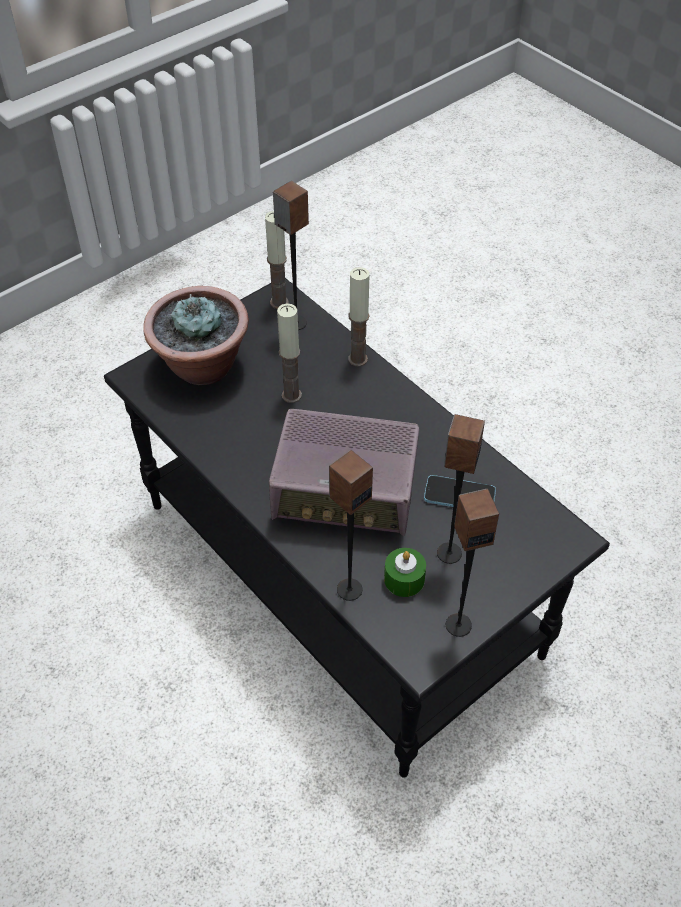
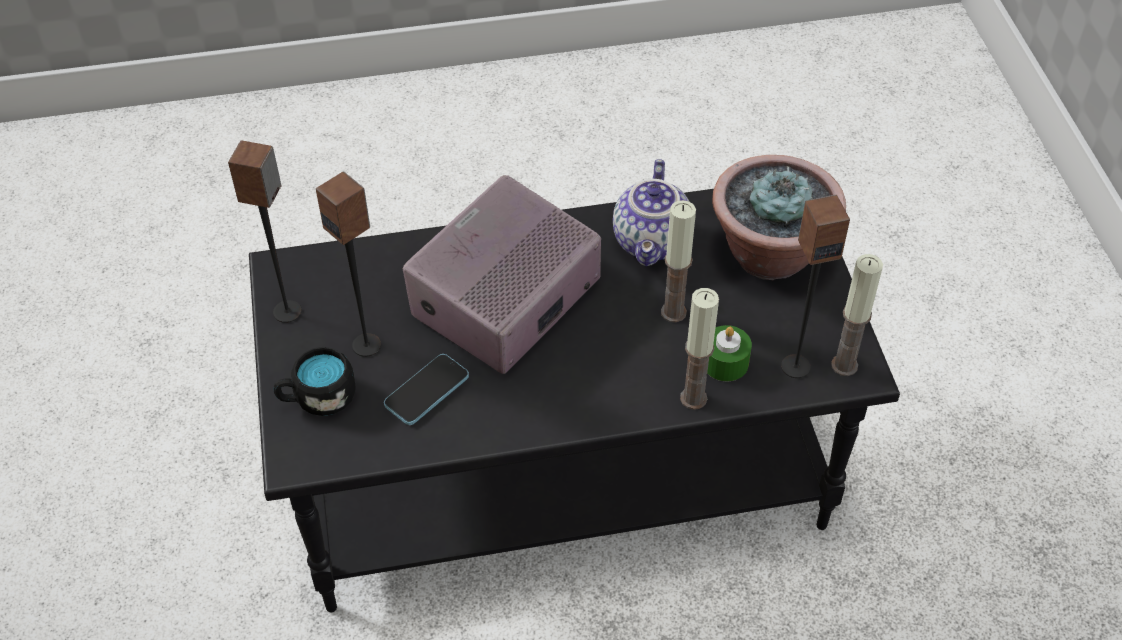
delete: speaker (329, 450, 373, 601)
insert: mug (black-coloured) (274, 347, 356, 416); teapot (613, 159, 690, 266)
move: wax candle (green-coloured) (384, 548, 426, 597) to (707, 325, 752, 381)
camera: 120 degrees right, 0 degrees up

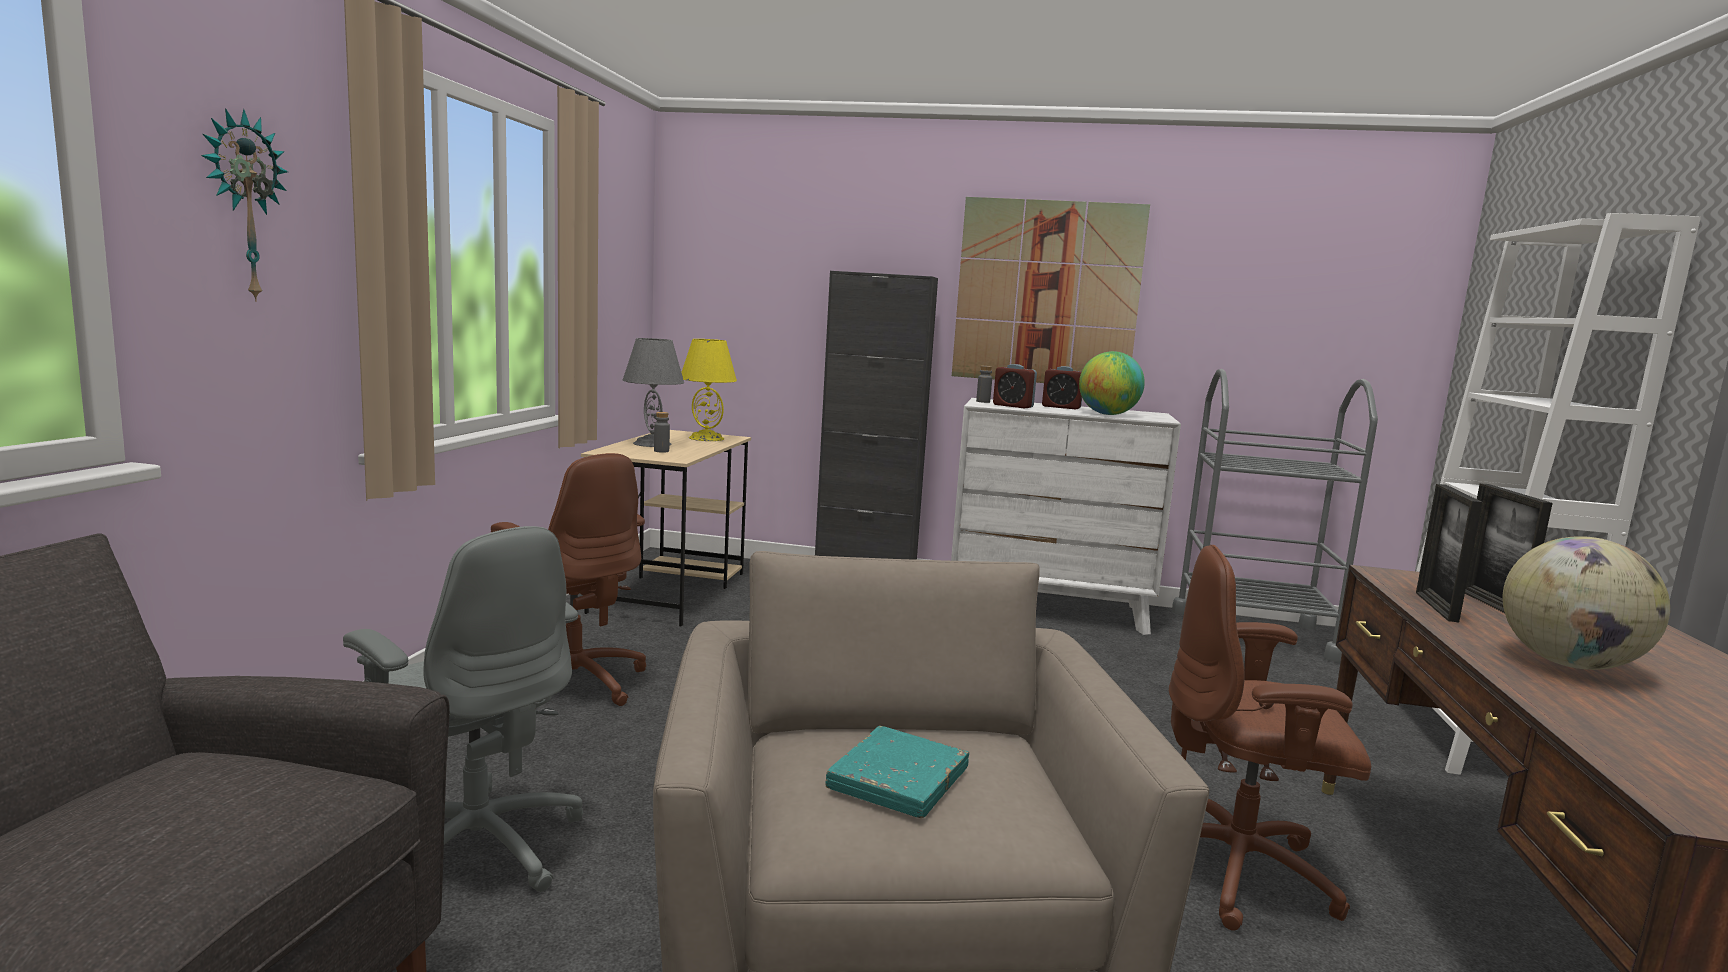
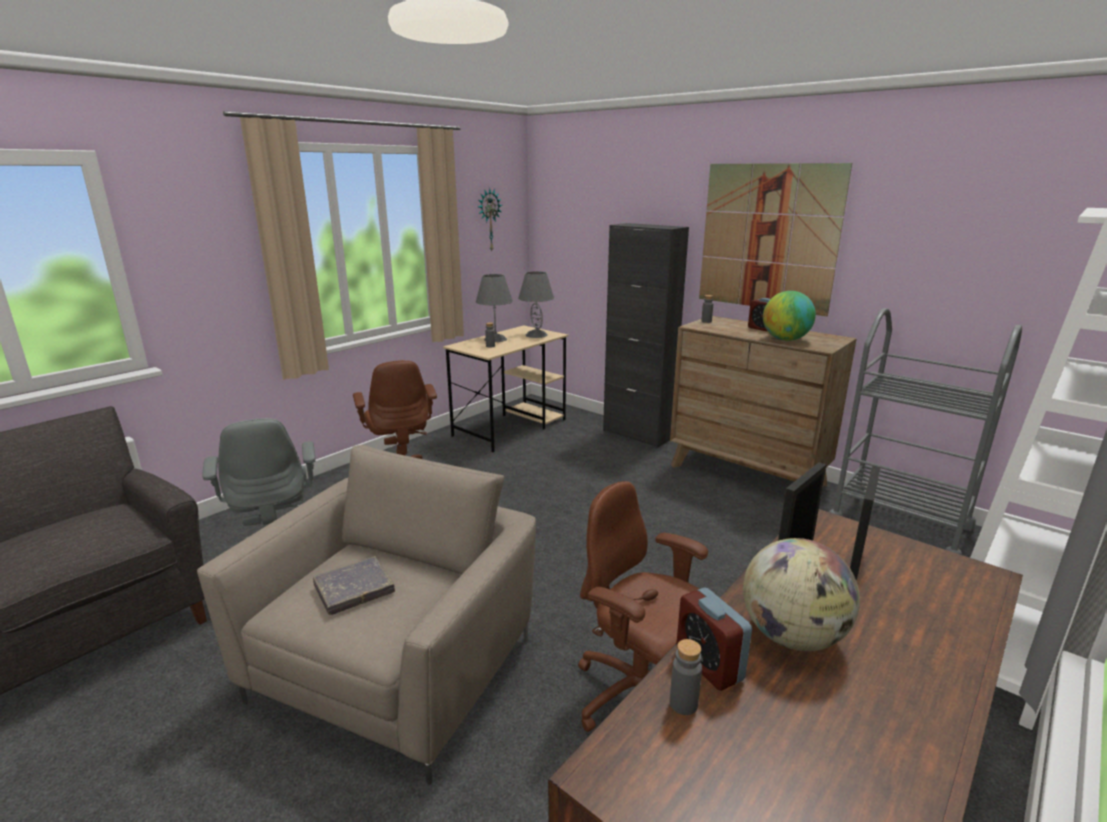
insert: beverage bottle (grey) (670, 639, 702, 715)
move: hanging clock (201, 108, 288, 302) to (478, 188, 502, 251); table clock (993, 364, 1037, 409) to (676, 587, 752, 691)
recolor: table lamp (yellow) (681, 339, 737, 441) to table lamp (grey) (518, 271, 554, 338); book (turquoise-coloured) (826, 726, 969, 818) to book (grey) (313, 556, 395, 615); dresser (white) (951, 398, 1181, 635) to dresser (brownish) (670, 316, 857, 486)
camera: 30 degrees right, 10 degrees up

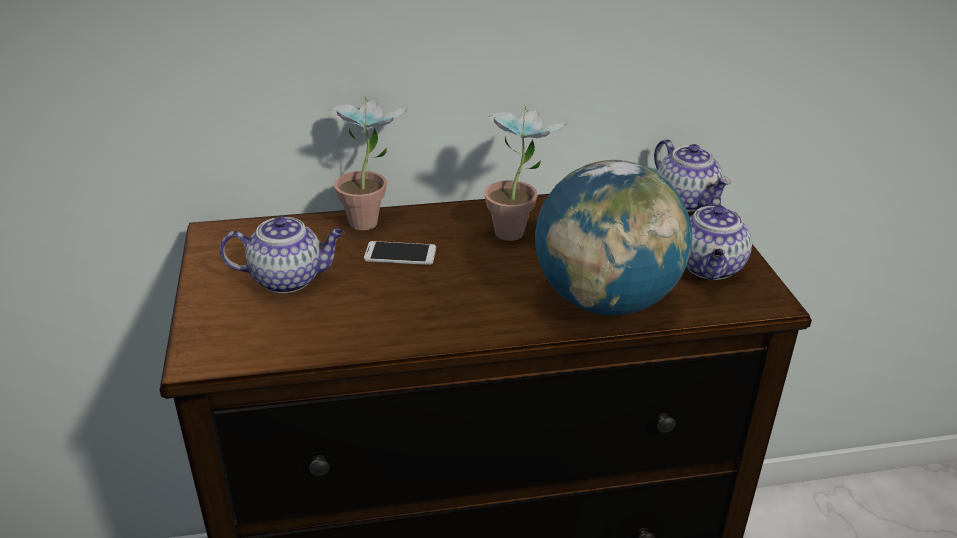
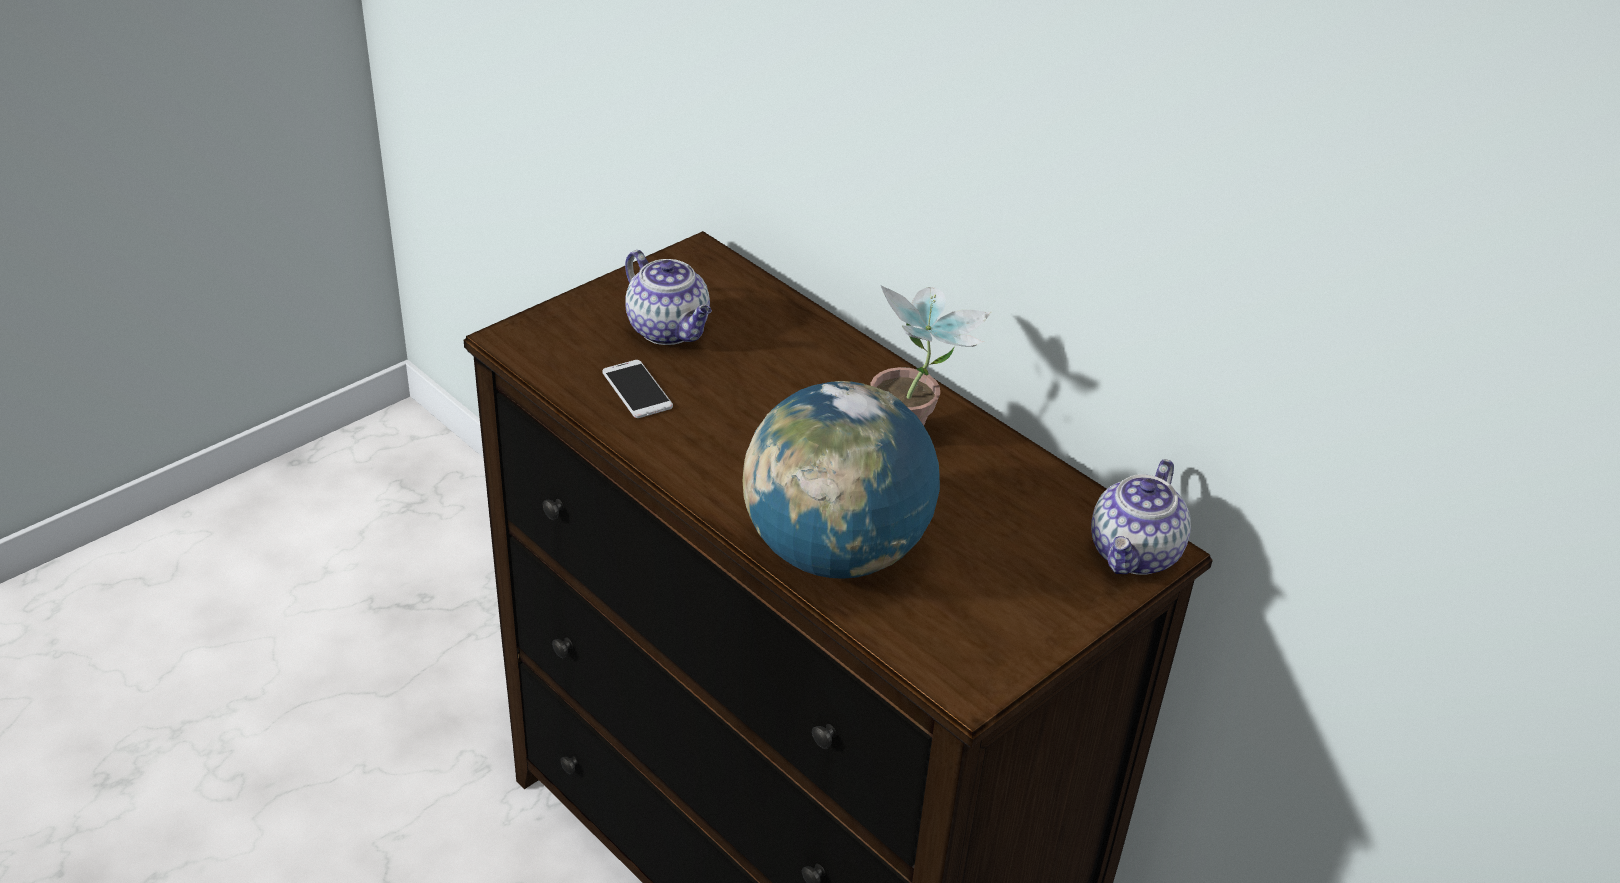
delete: potted plant (328, 96, 407, 230); teapot (686, 195, 752, 280)
move: phone (364, 241, 436, 265) to (603, 360, 673, 418)
camera: 55 degrees right, 5 degrees up

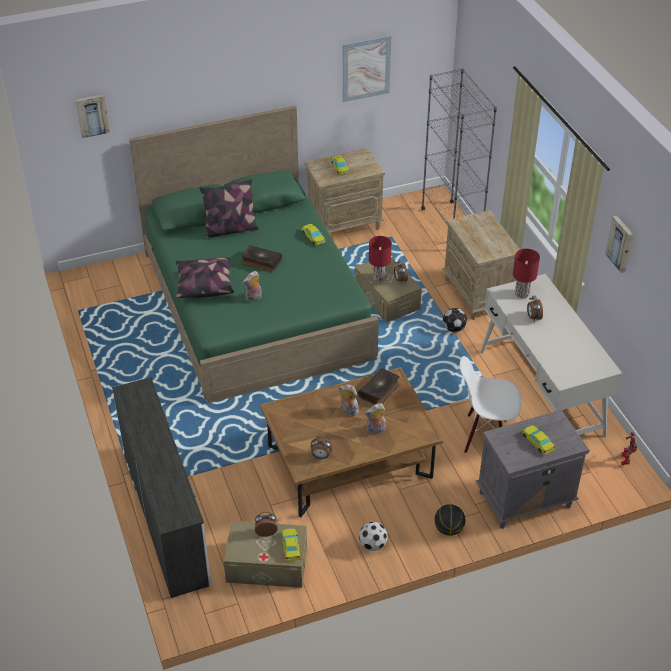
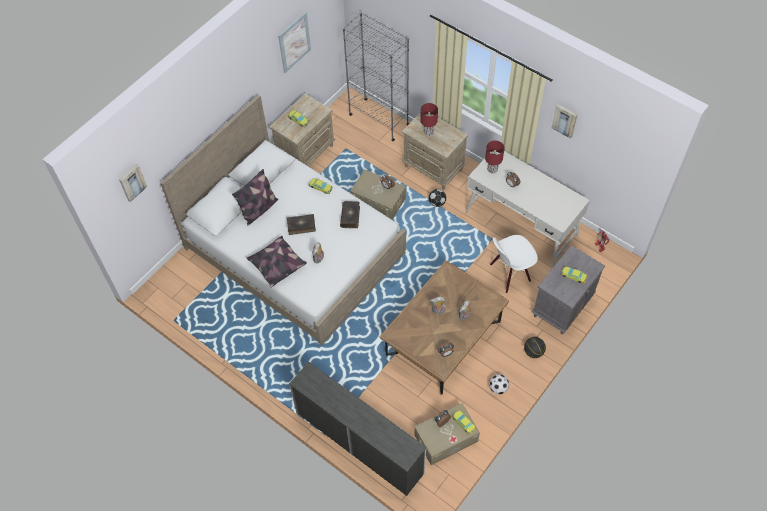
move: book (358, 368, 400, 405) to (340, 201, 360, 228); table lamp (reddish) (369, 236, 392, 282) to (420, 103, 438, 136)
recolor: sleeping bed (green-coloured) (129, 106, 379, 403) to sleeping bed (white) (161, 95, 406, 345)
camera: 30 degrees left, 15 degrees up

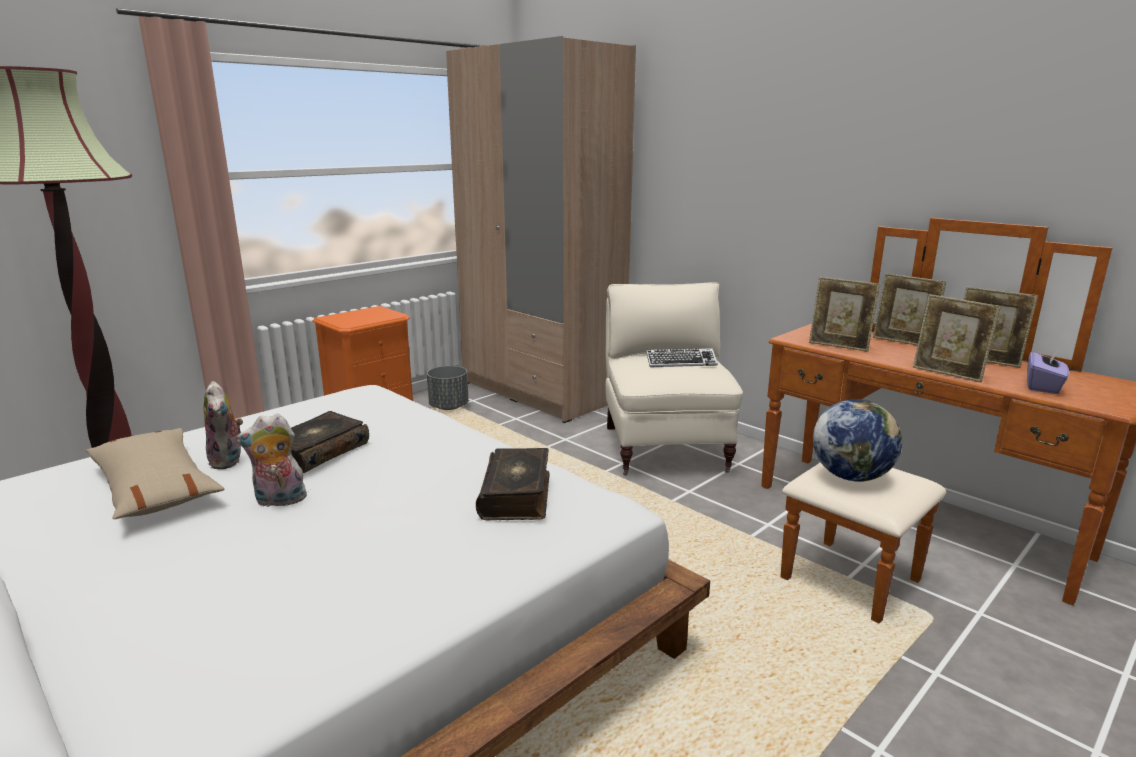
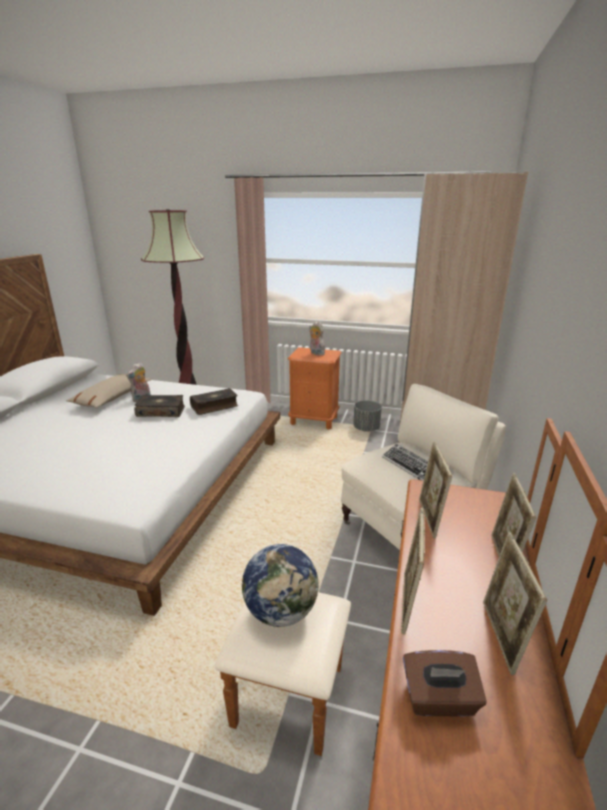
move: cuddly toy (236, 413, 307, 507) to (309, 321, 325, 356); book (476, 448, 550, 520) to (190, 388, 238, 415)
recolor: tissue box (purple-coloured) (1027, 349, 1069, 394) to tissue box (brownish) (403, 650, 487, 717)
camera: 60 degrees right, 5 degrees up

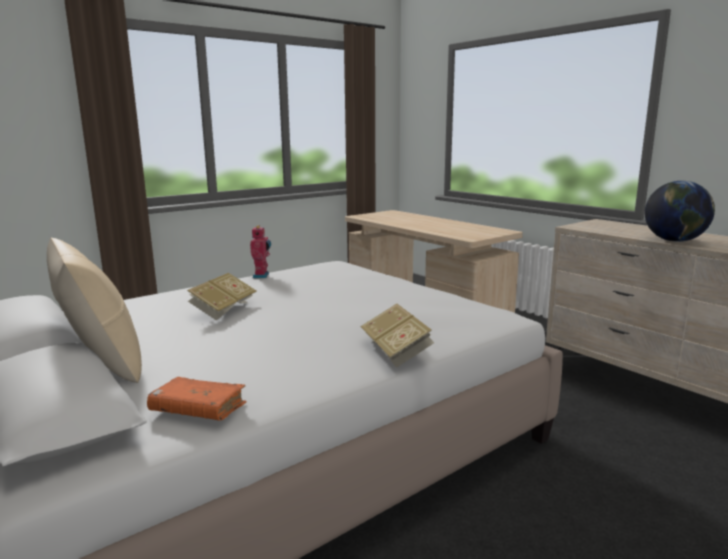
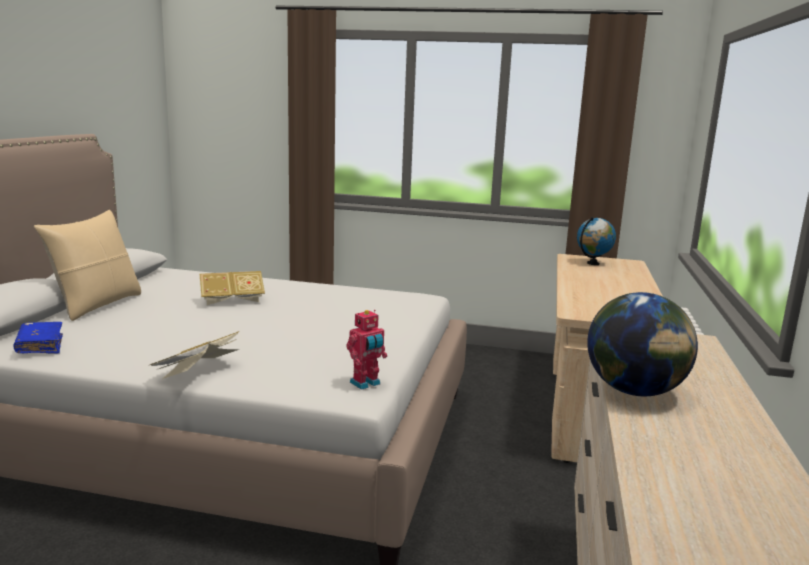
insert: desk globe (577, 217, 616, 265)
move: toy robot (250, 225, 271, 278) to (346, 310, 387, 390)
recolor: book (orangey) (147, 377, 247, 420) to book (bluish) (13, 322, 63, 353)
camera: 50 degrees right, 0 degrees up

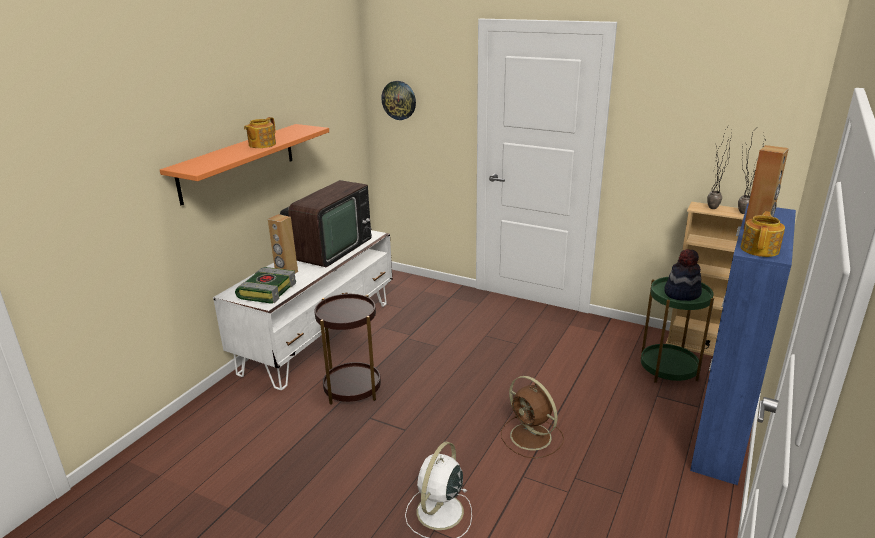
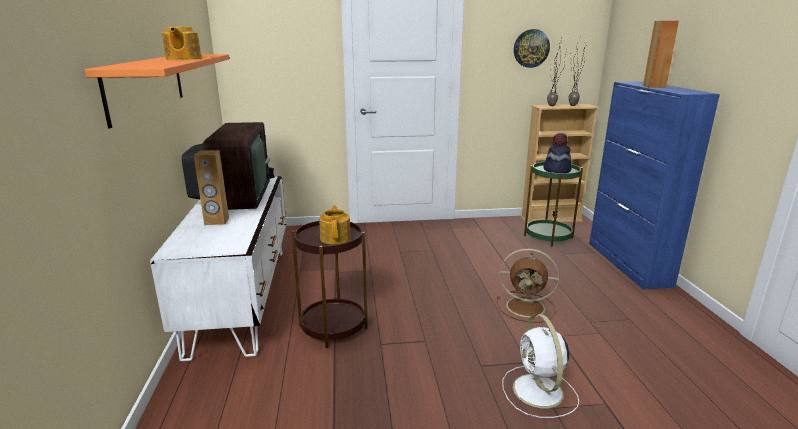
delete: book (235, 267, 296, 304)
move: hanging clock (381, 81, 416, 120) to (514, 29, 550, 68); teapot (740, 211, 785, 257) to (319, 205, 351, 245)
camera: 35 degrees left, 5 degrees down

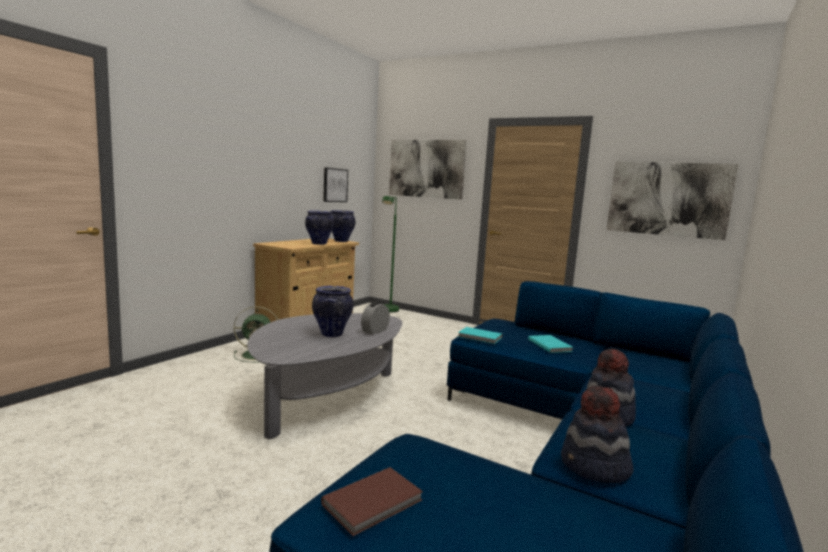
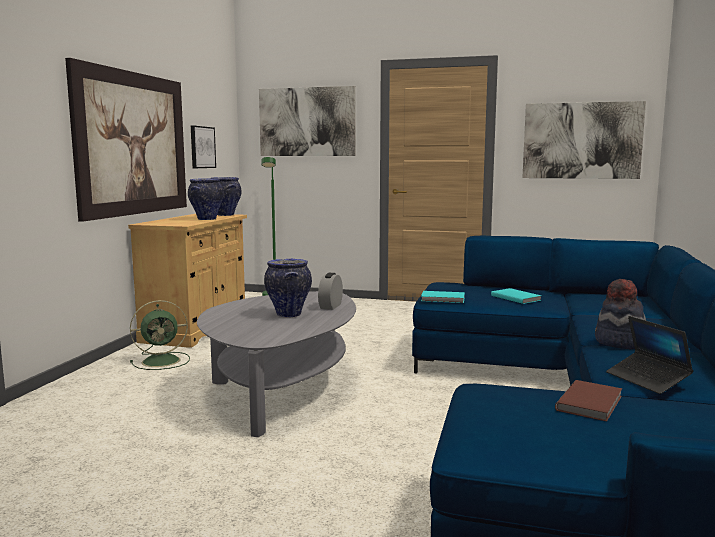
insert: picture (65, 58, 187, 222)
move: book (brownish) (321, 467, 423, 536) to (555, 380, 622, 421)
replace: hat (561, 386, 633, 483) to notebook computer (606, 316, 693, 394)
camera: 15 degrees left, 0 degrees up

